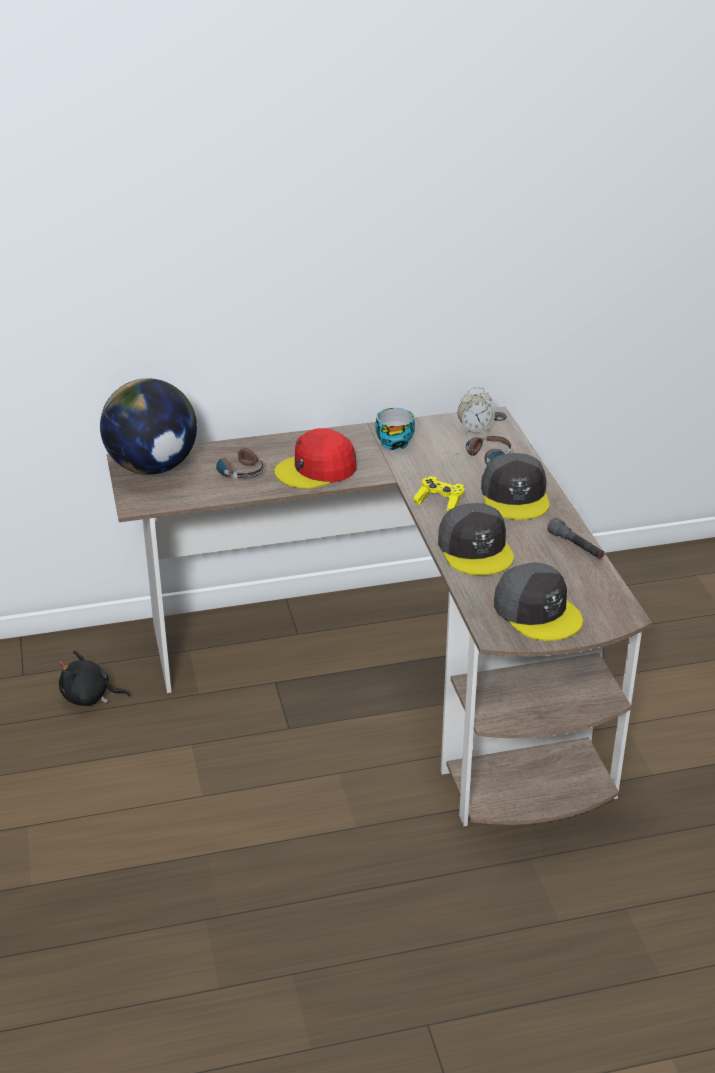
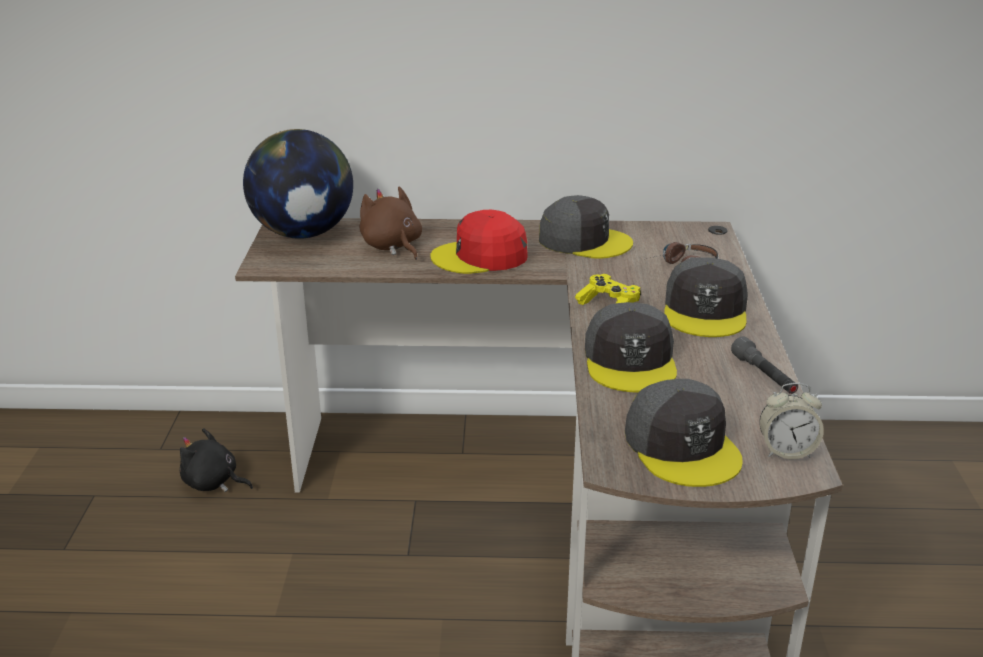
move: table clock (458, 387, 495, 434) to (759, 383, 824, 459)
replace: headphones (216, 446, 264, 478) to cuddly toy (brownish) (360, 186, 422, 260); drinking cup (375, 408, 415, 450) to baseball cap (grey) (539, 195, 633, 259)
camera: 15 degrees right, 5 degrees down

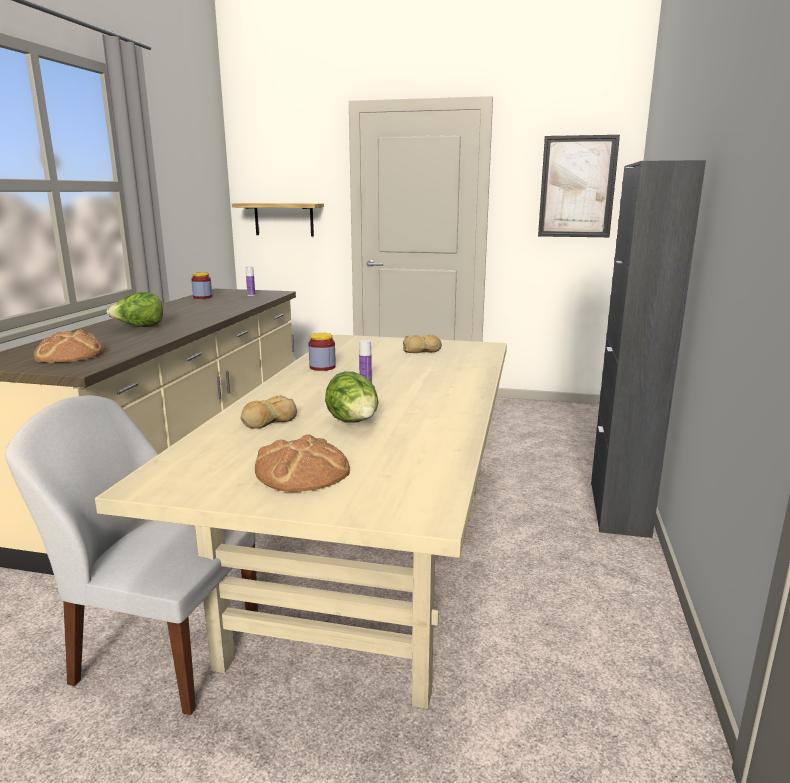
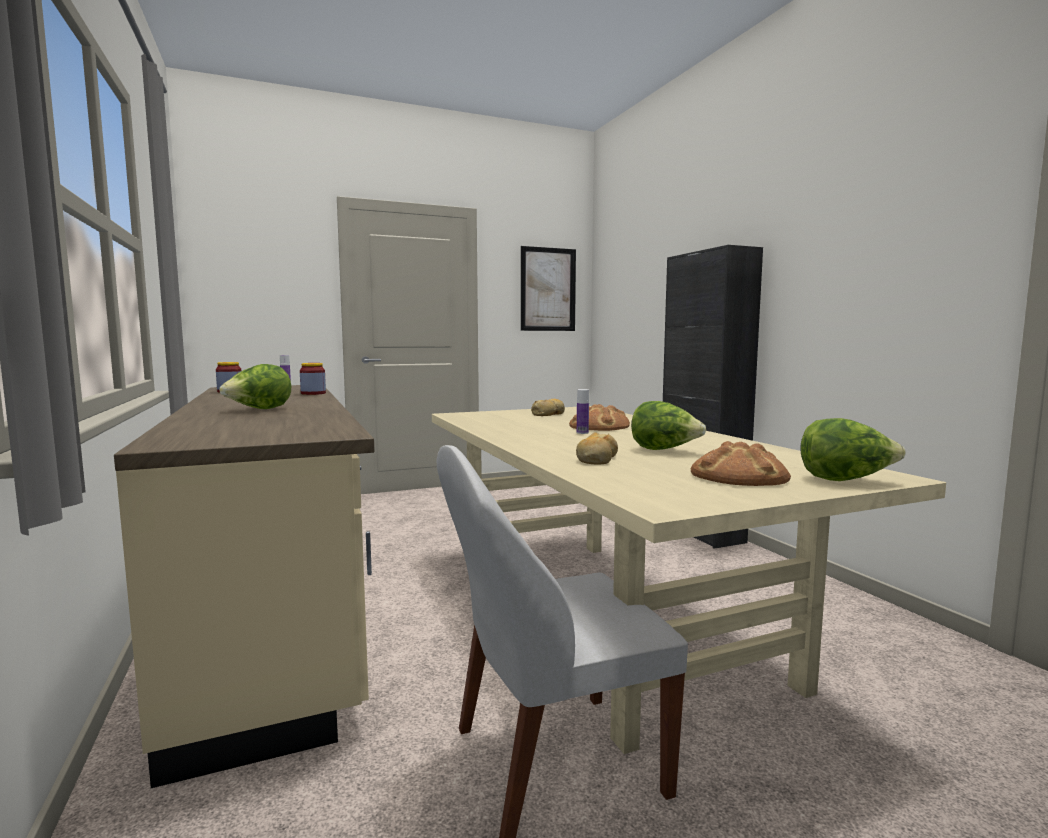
delete: bracket shelf (232, 203, 324, 236)
insert: lettuce head (801, 418, 906, 481)
move: bakery bread (34, 330, 105, 363) to (569, 404, 630, 431); storage jar (308, 333, 336, 371) to (300, 363, 326, 395)
camera: 35 degrees left, 10 degrees down

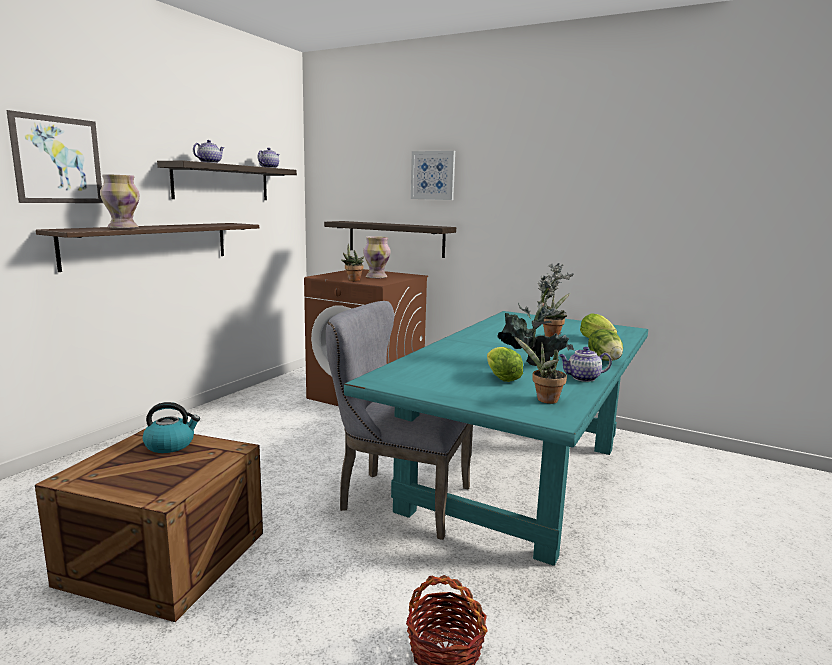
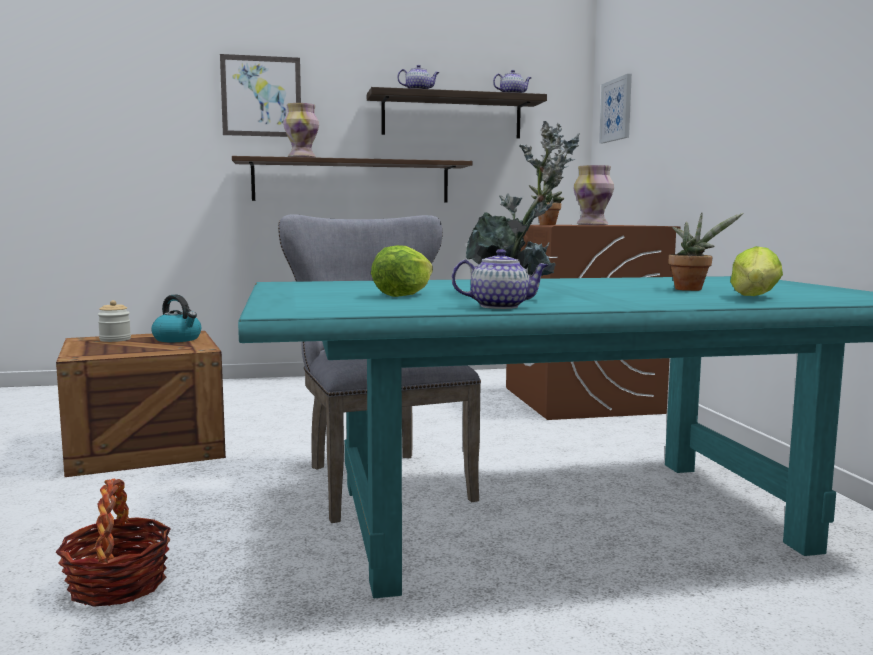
delete: bracket shelf (324, 221, 456, 258); potted plant (515, 337, 567, 404); lettuce head (588, 329, 623, 361)
insert: storage jar (98, 300, 131, 342)
move: picture (411, 151, 455, 200) to (599, 74, 632, 143)
rotate: teapot (559, 347, 612, 382) = (452, 249, 549, 309) 135 degrees clockwise
camera: 50 degrees right, 5 degrees down

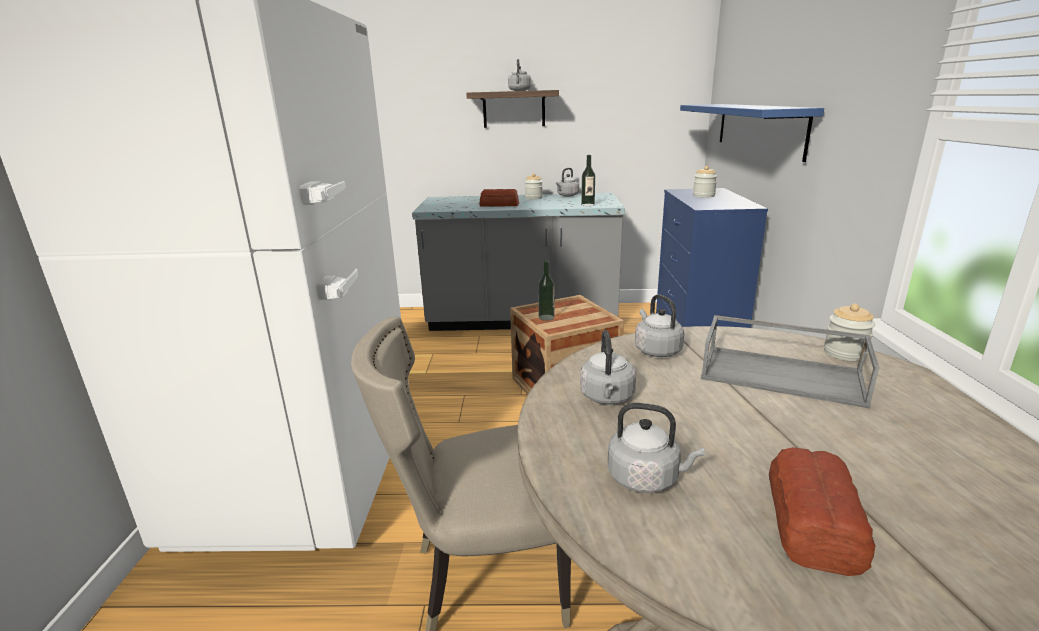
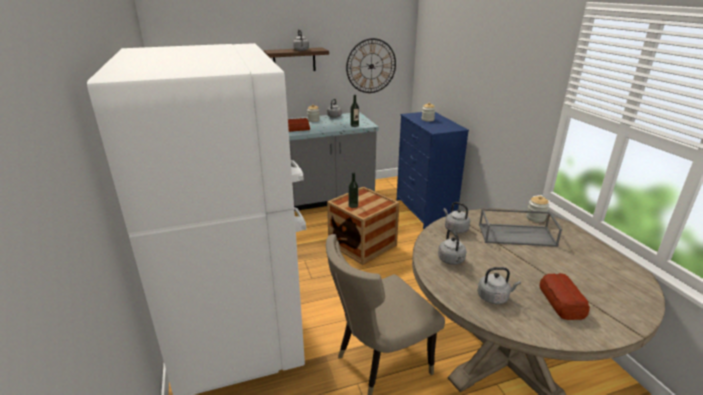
delete: bracket shelf (bluish) (680, 104, 824, 162)
insert: hanging clock (346, 38, 396, 93)
camera: 20 degrees left, 5 degrees up

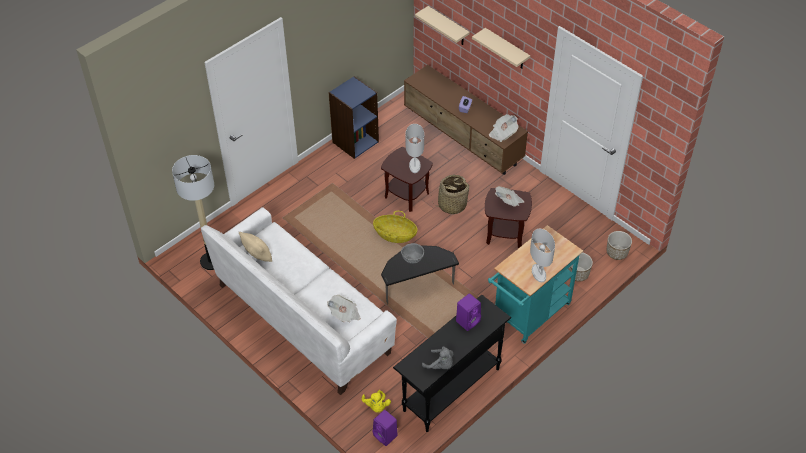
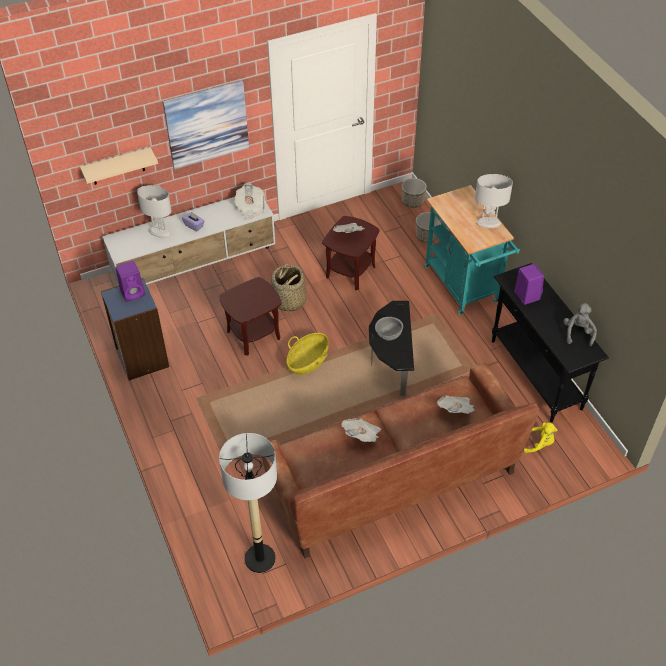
delete: pillow (beige-coloured) (239, 232, 273, 262)
insert: newspaper (341, 418, 381, 442)
move: speaker (purple-coloured) (373, 410, 398, 446) to (116, 261, 145, 302); table lamp (white) (406, 124, 424, 173) to (137, 185, 171, 238)
replace: bracket shelf (beige-coloured) (472, 28, 530, 69) to picture (163, 80, 249, 169)
recolor: sofa (white) (201, 207, 397, 395) to sofa (brownish) (262, 362, 539, 558); tv unit (brownish) (404, 65, 528, 175) to tv unit (white) (102, 197, 276, 286)
rotate: cuddly toy (grey) (422, 347, 453, 369) = (564, 303, 597, 346) 45 degrees counterclockwise
camera: 70 degrees left, 0 degrees up

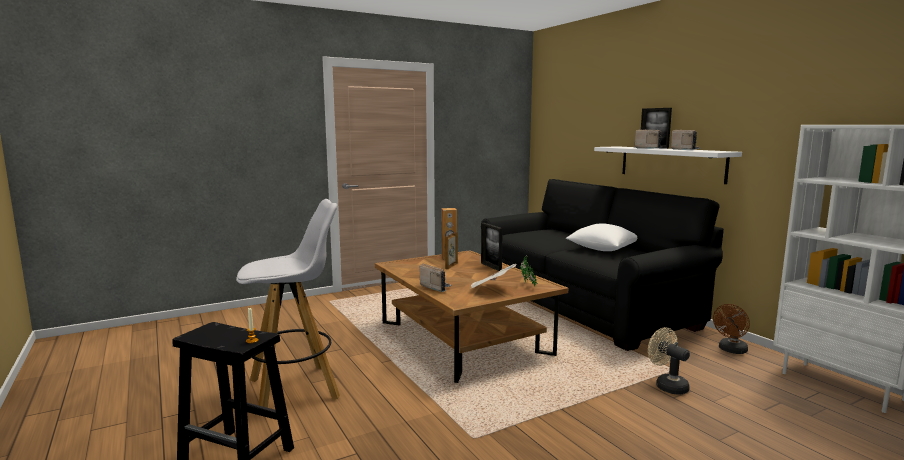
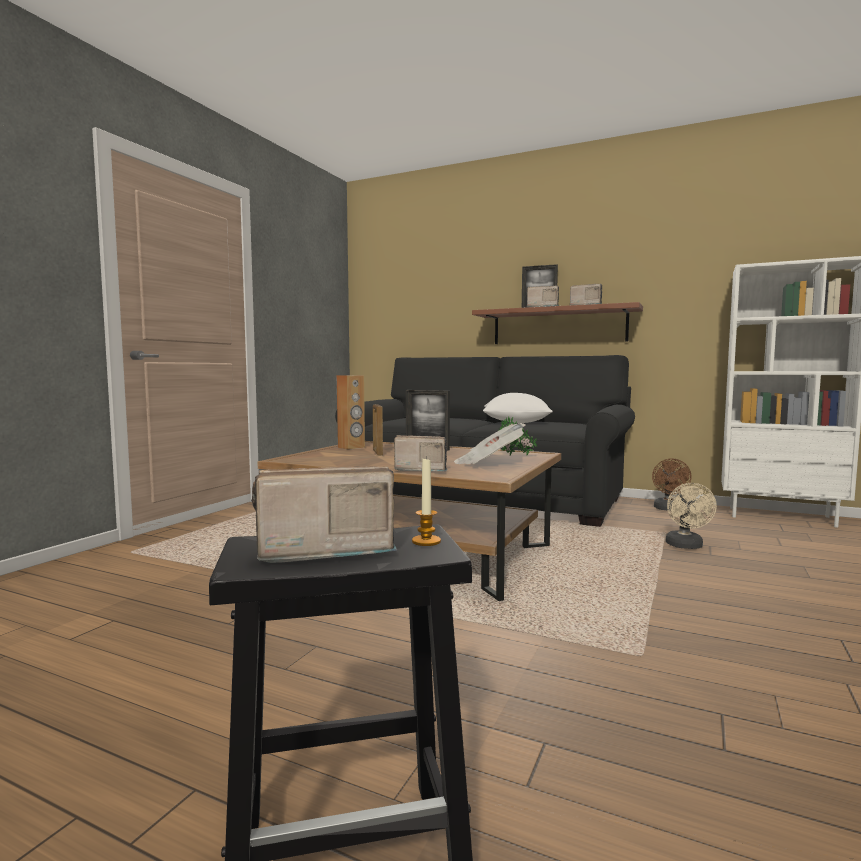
delete: stool (white) (236, 199, 340, 408)
insert: radio (251, 466, 397, 563)
recolor: bracket shelf (white) (594, 146, 742, 184) to bracket shelf (brownish) (472, 302, 643, 344)
rotate: cooling fan (beige-coloured) (648, 327, 690, 394) = (666, 483, 717, 549) 105 degrees counterclockwise
camera: 35 degrees left, 5 degrees down

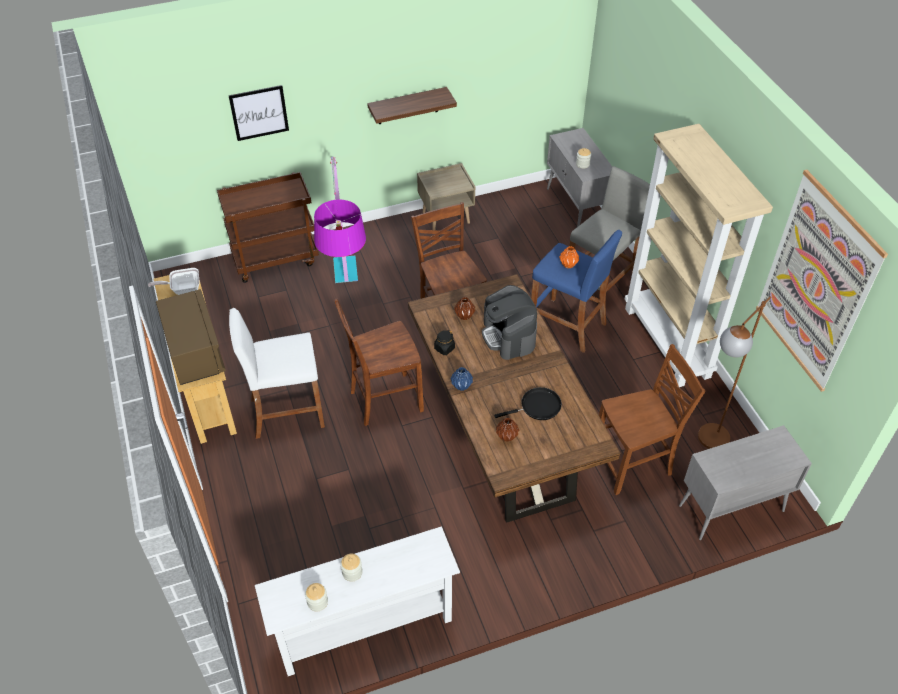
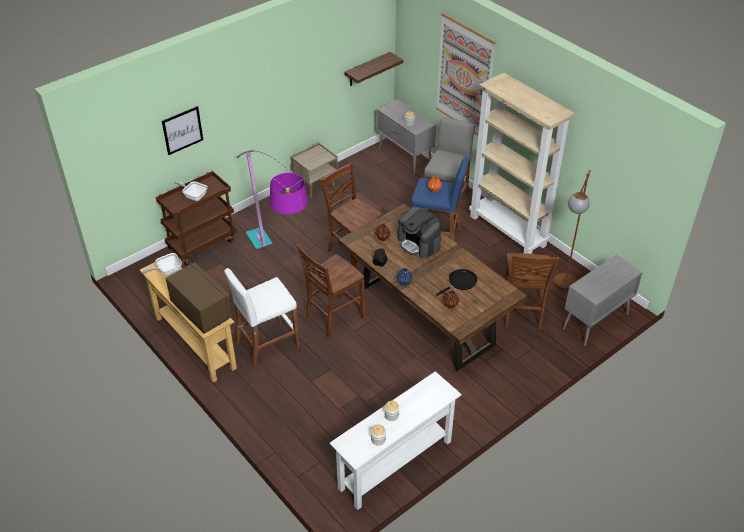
insert: frying pan (174, 181, 208, 201)
move: bracket shelf (367, 87, 457, 124) to (344, 52, 404, 86); picture (756, 170, 888, 392) to (436, 13, 496, 136)
rotate: upright chair (brownish) (599, 344, 705, 495) = (505, 253, 559, 329) 135 degrees clockwise
camera: 20 degrees left, 5 degrees down

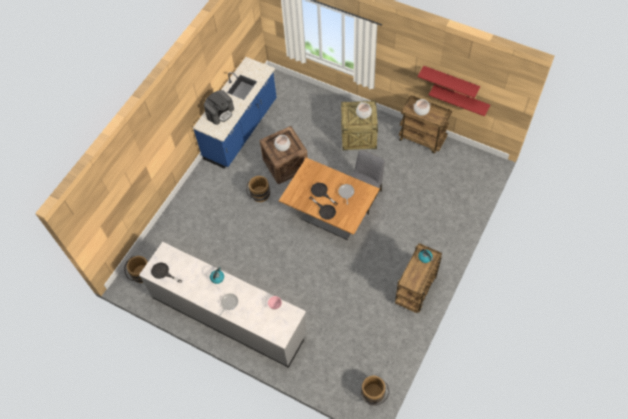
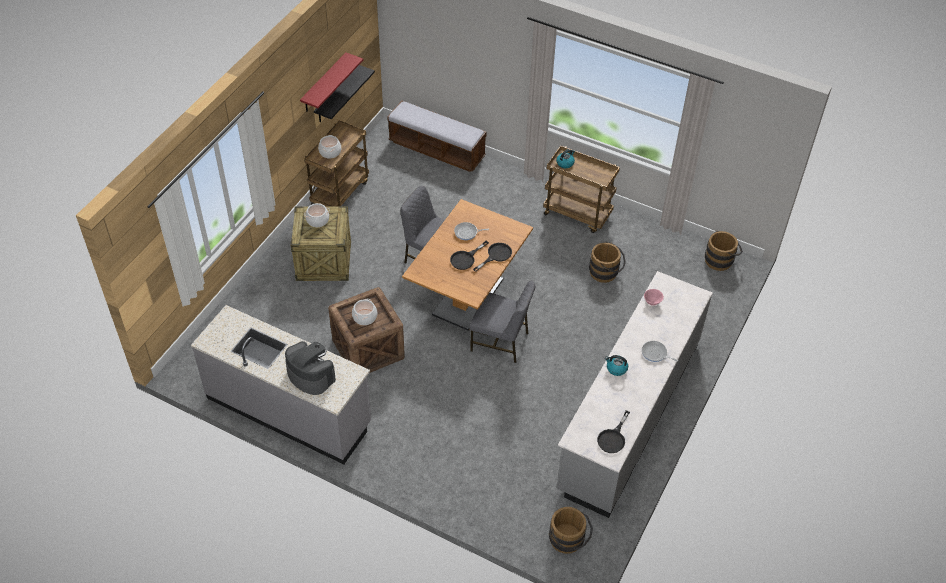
insert: bench (387, 101, 487, 172); upright chair (grey) (469, 280, 536, 363)
move: pail (brownish) (246, 176, 270, 202) to (589, 243, 626, 283)
recolor: kitchen counter (bluish) (193, 57, 277, 169) to kitchen counter (grey) (191, 305, 371, 464); bracket shelf (reddish) (429, 84, 490, 116) to bracket shelf (black-coloured) (314, 65, 375, 122)
camera: 95 degrees left, 10 degrees down

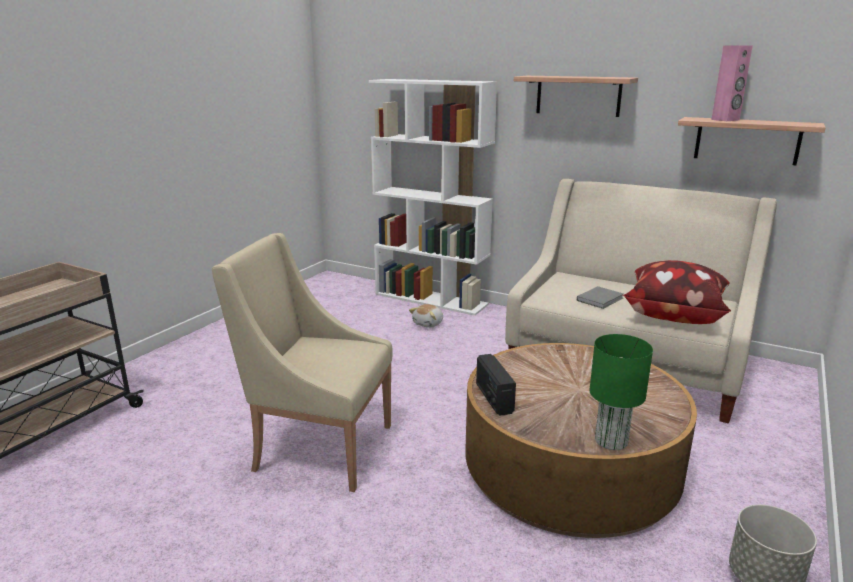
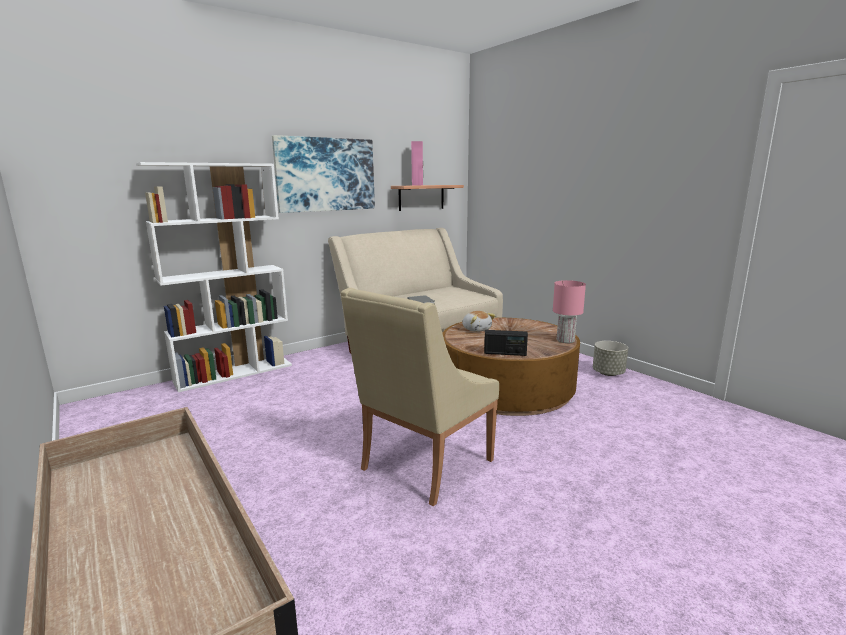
delete: pillow (623, 260, 731, 324)
move: cuddly toy (409, 304, 443, 328) to (462, 311, 496, 332)
replace: bracket shelf (514, 76, 638, 117) to picture (272, 135, 375, 213)
recolor: table lamp (green-coloured) (590, 334, 653, 450) to table lamp (pink-coloured) (553, 280, 586, 343)
camera: 65 degrees left, 5 degrees down

